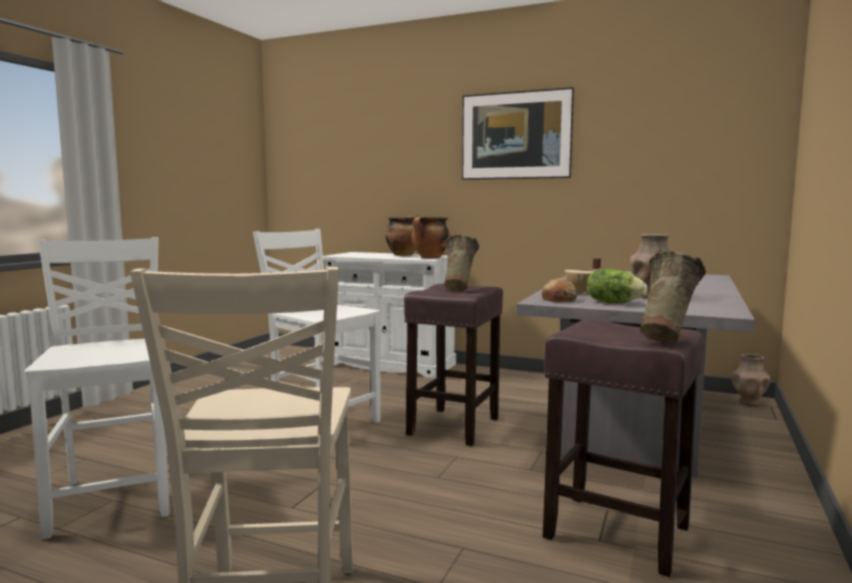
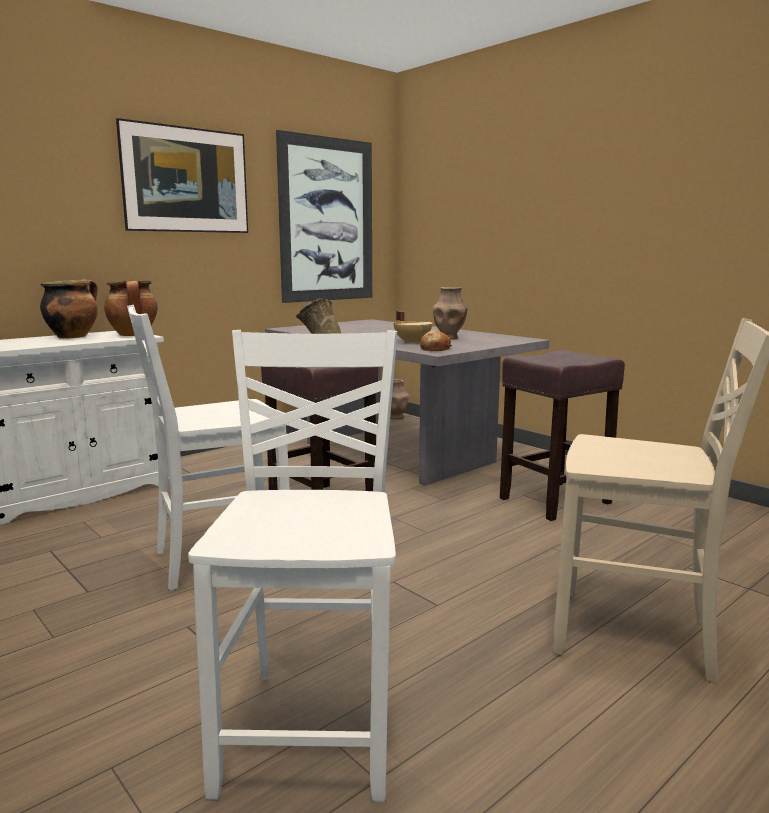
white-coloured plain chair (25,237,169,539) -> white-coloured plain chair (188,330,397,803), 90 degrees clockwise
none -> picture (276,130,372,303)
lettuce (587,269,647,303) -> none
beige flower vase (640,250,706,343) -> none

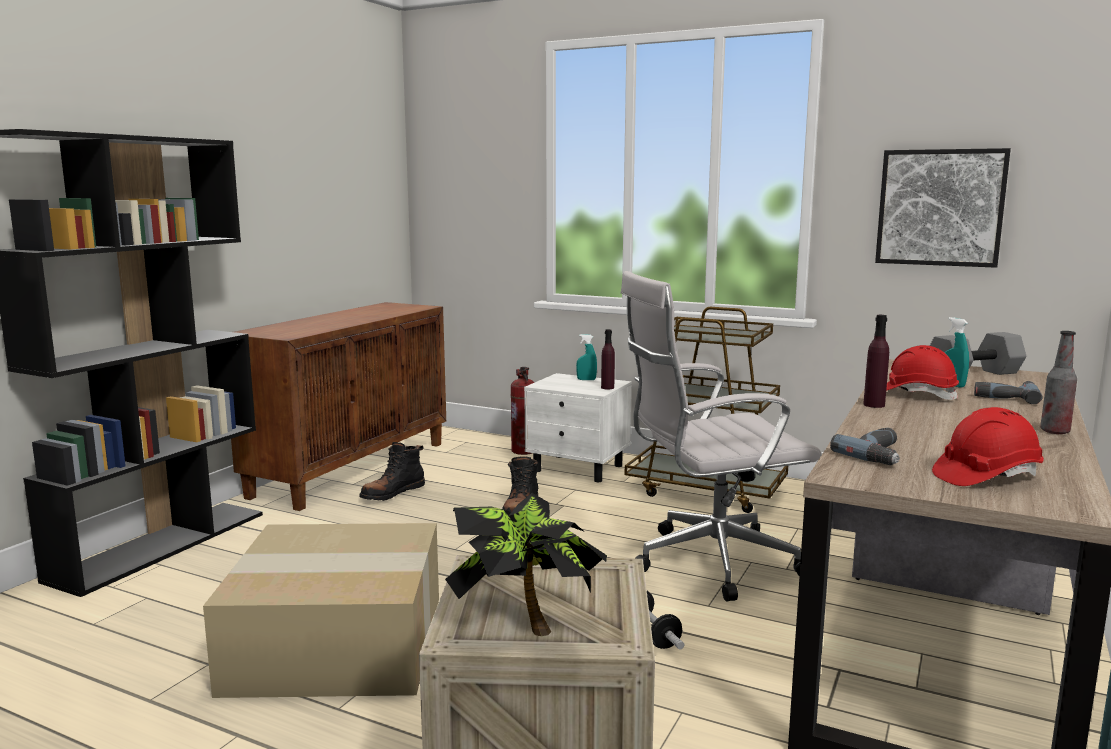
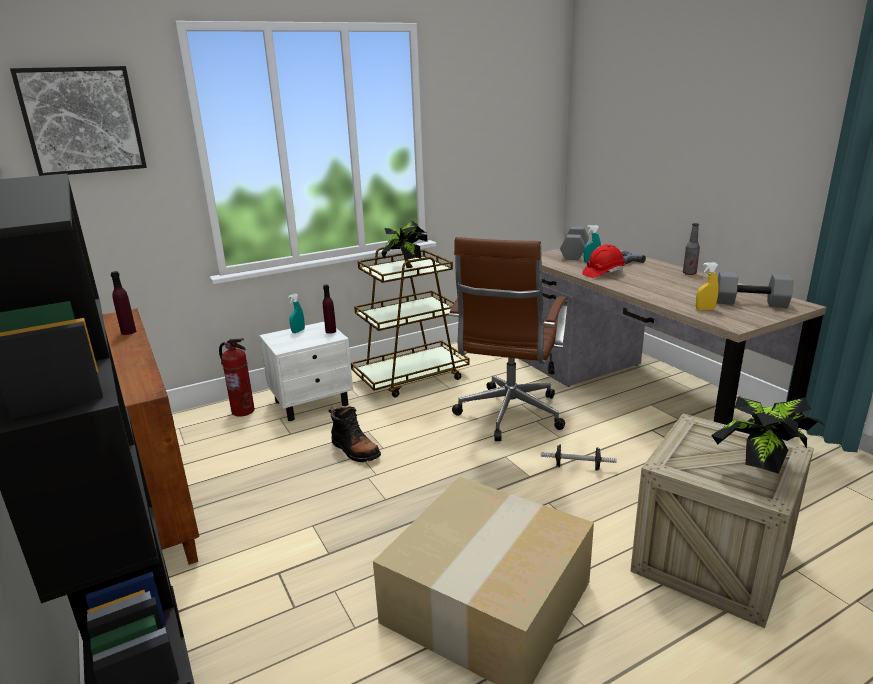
picture (875,148,1011,268) -> picture (10,66,147,176), shifted
purple beverage bottle (863,315,889,408) -> purple beverage bottle (111,271,136,335), shifted
none -> houseplant (382,221,427,268)
white-coloured office chair (621,271,821,602) -> brownish office chair (449,237,568,441)
drill (830,428,900,465) -> yellowish hand sprayer (696,262,719,310)
red safety helmet (932,407,1044,486) -> greyish dumbbell (717,271,793,308)
black boot (359,442,425,501) -> none

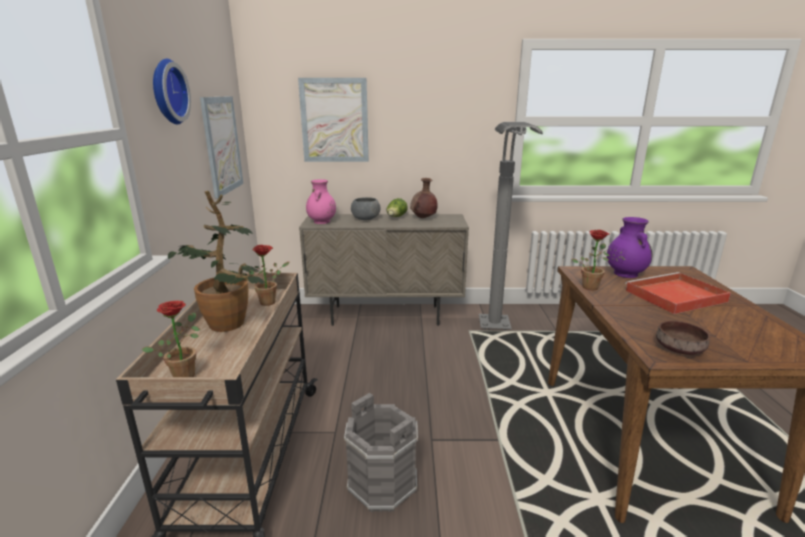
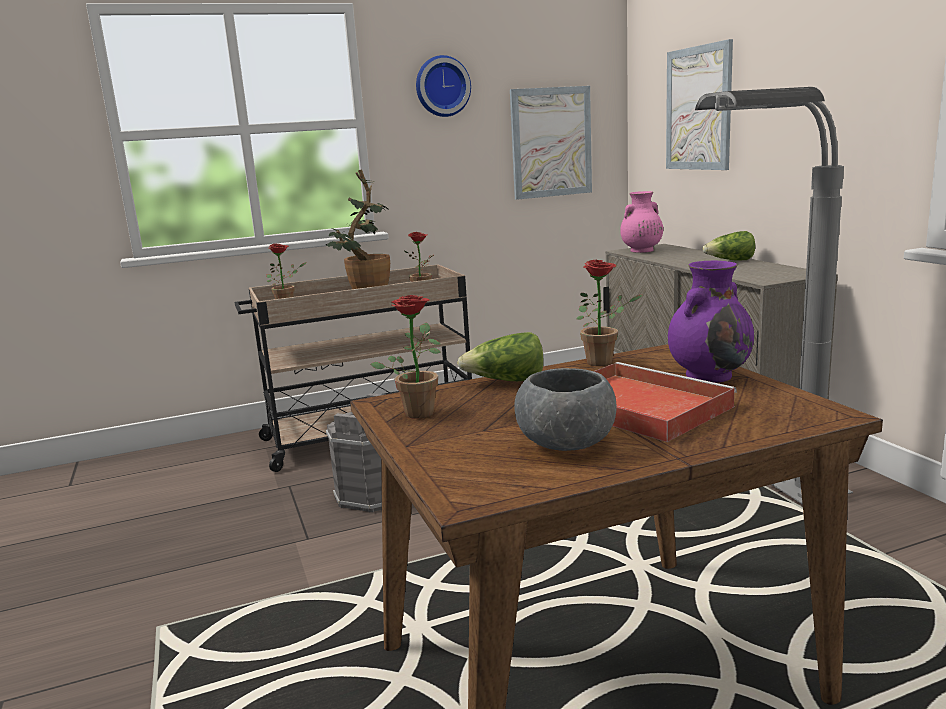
brownish deep dish (656,321,710,355) -> houseplant (370,295,441,419)
none -> lettuce (457,332,544,381)
greyish deep dish (351,197,380,220) -> greyish deep dish (514,368,617,451), shifted
brownish flower vase (410,178,438,218) -> none

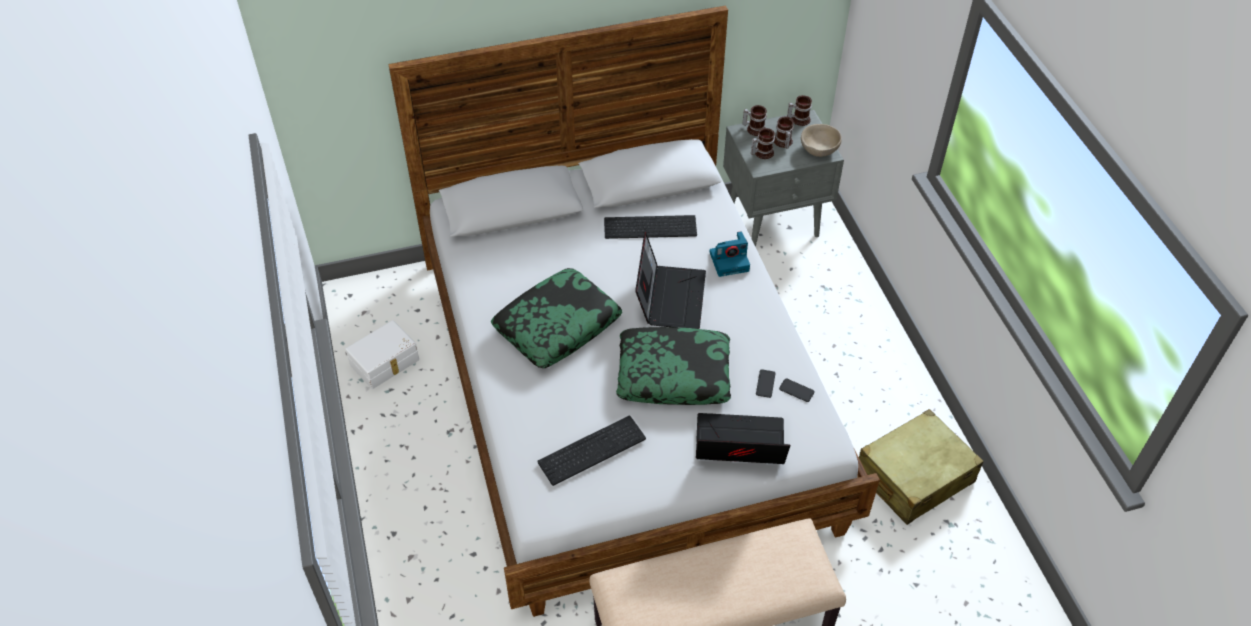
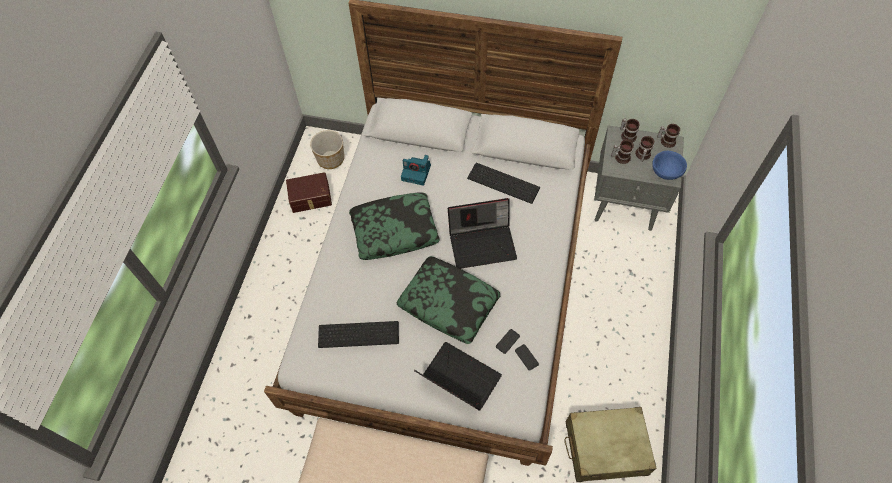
white-coloured storage bin (345,320,419,389) -> brownish storage bin (286,172,332,213)
none -> planter (310,130,344,169)
photo camera (710,231,750,277) -> photo camera (401,155,431,186), shifted
laptop (635,232,706,329) -> laptop (448,198,517,269), 45 degrees clockwise
beige deep dish (801,124,842,157) -> blue deep dish (652,151,687,180)

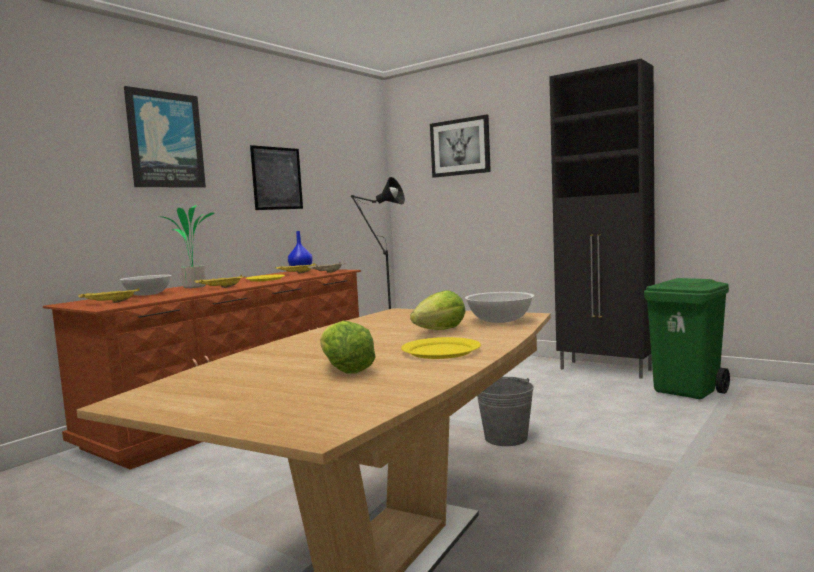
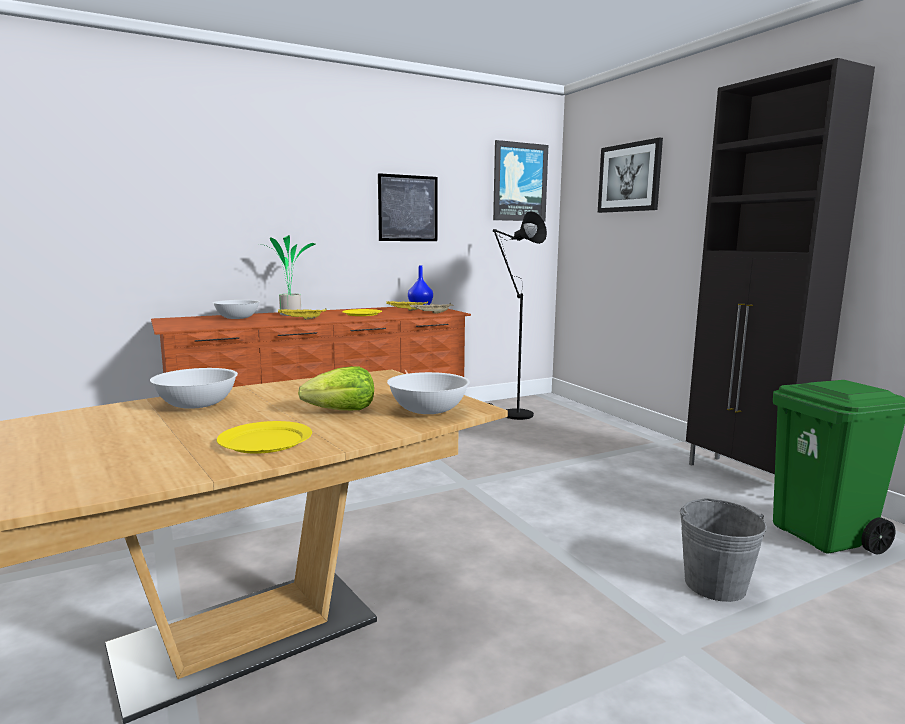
none -> white-coloured deep dish (150,368,238,409)
picture (124,86,206,188) -> picture (493,140,548,221), shifted
greyish pail (477,377,534,446) -> greyish pail (680,498,767,602), shifted
yellowish tray (78,288,140,303) -> none
lettuce (320,321,376,374) -> none

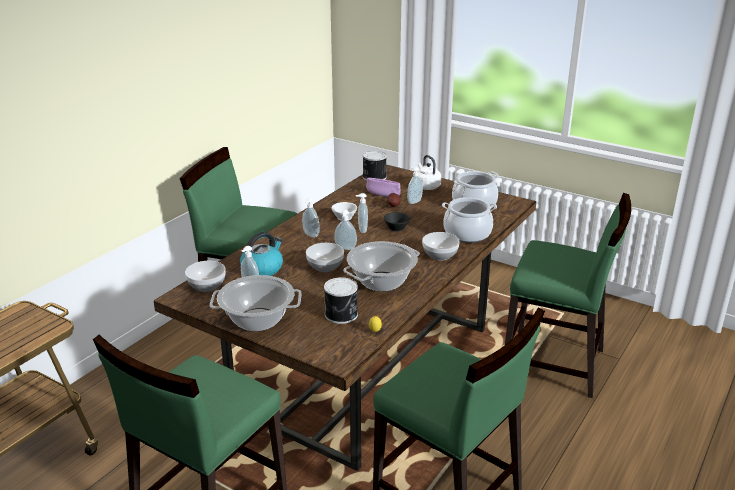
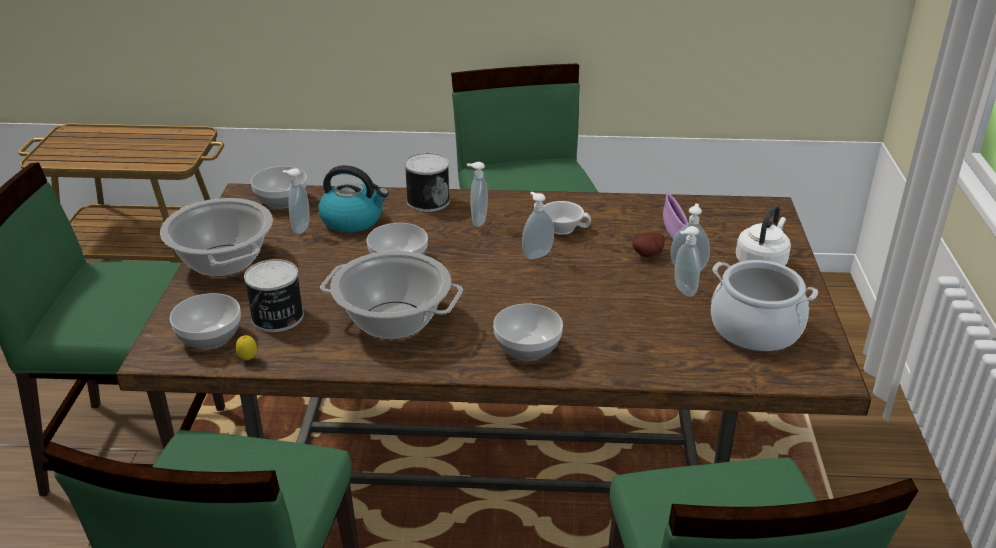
none -> deep dish (170,293,241,349)
sealed can (363,151,387,181) -> sealed can (405,153,450,212), shifted
soap bottle (334,210,357,250) -> soap bottle (675,226,700,297), shifted
black drinking cup (384,212,410,232) -> none
stockpot (442,197,497,243) -> none

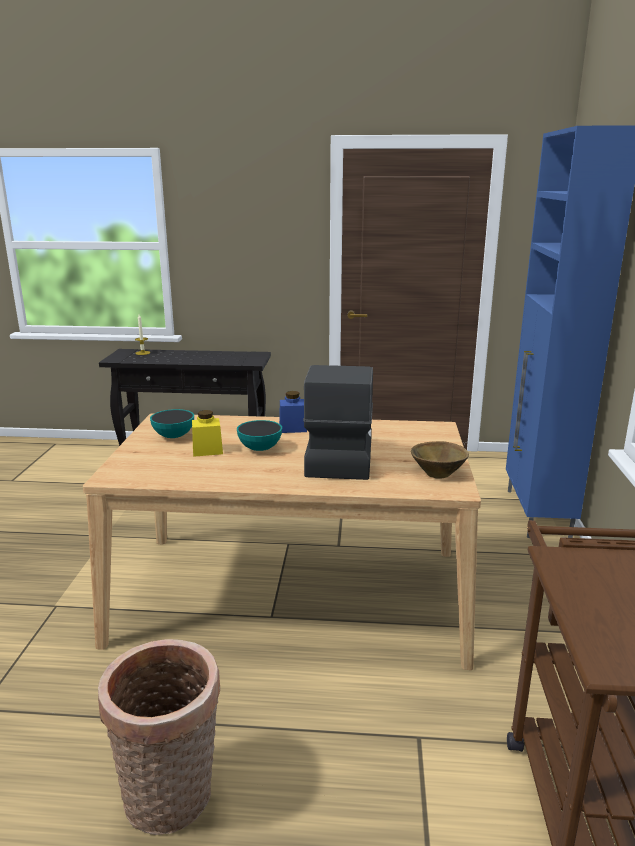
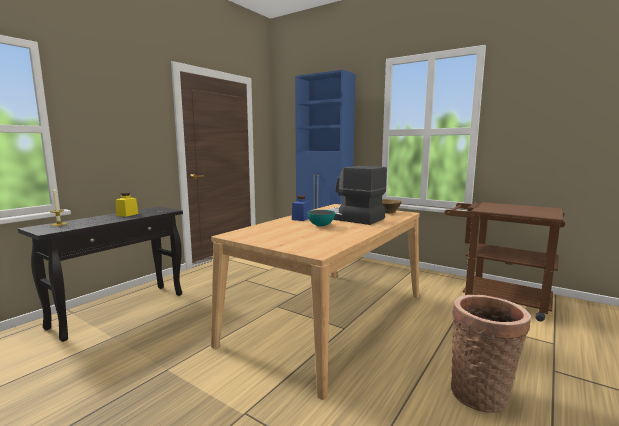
yellowish preserve jar (192,410,223,457) -> yellowish preserve jar (116,192,138,217), shifted
deep dish (150,409,194,438) -> none

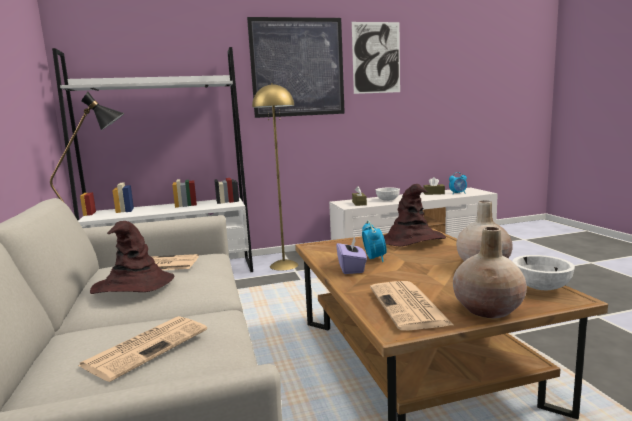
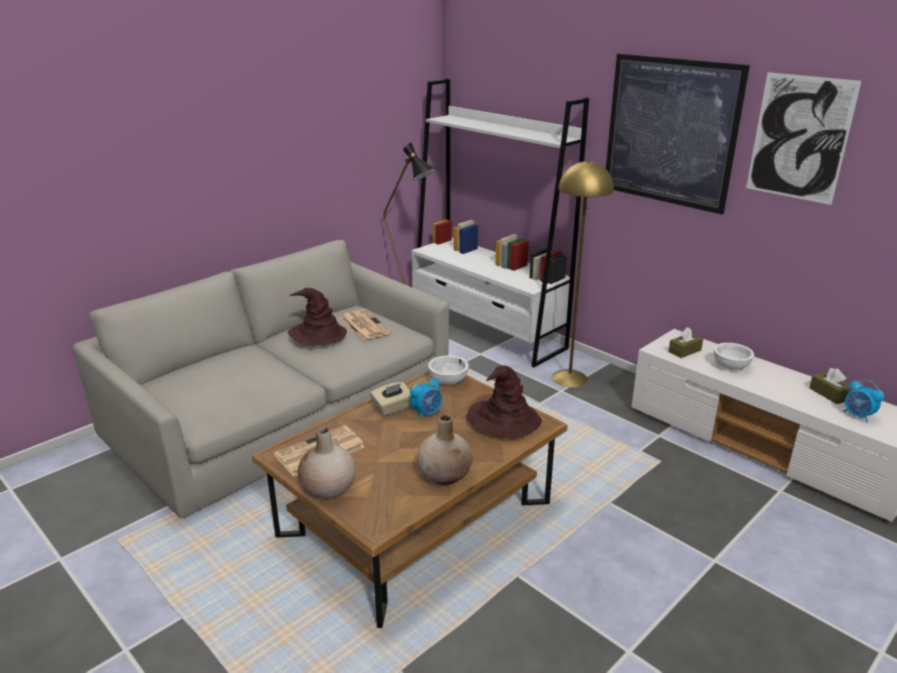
purple tissue holder (336,238,367,274) -> beige tissue holder (370,382,411,416)
white-coloured deep dish (512,255,575,290) -> white-coloured deep dish (428,355,469,385), shifted
printed paper (78,316,207,382) -> none

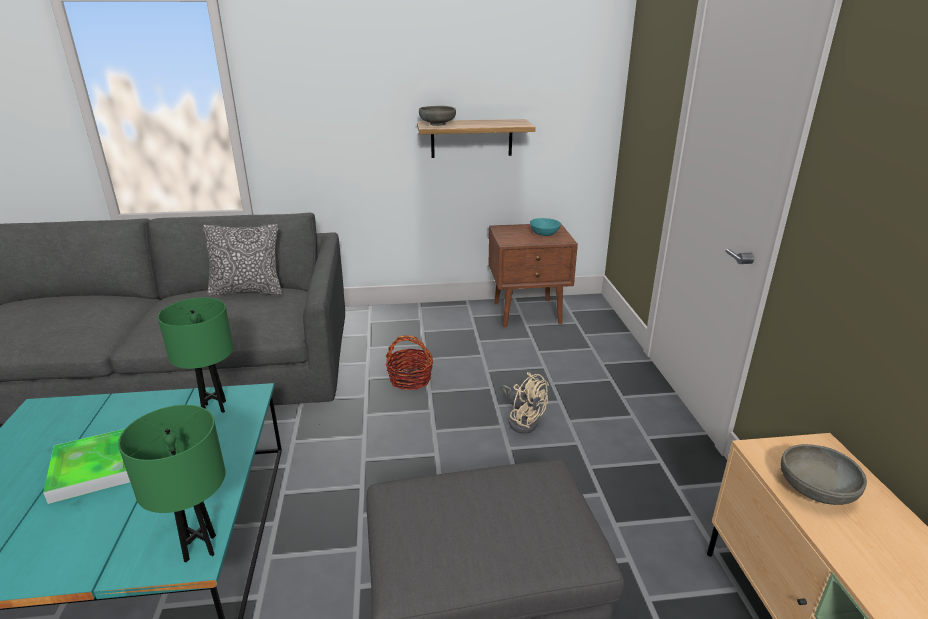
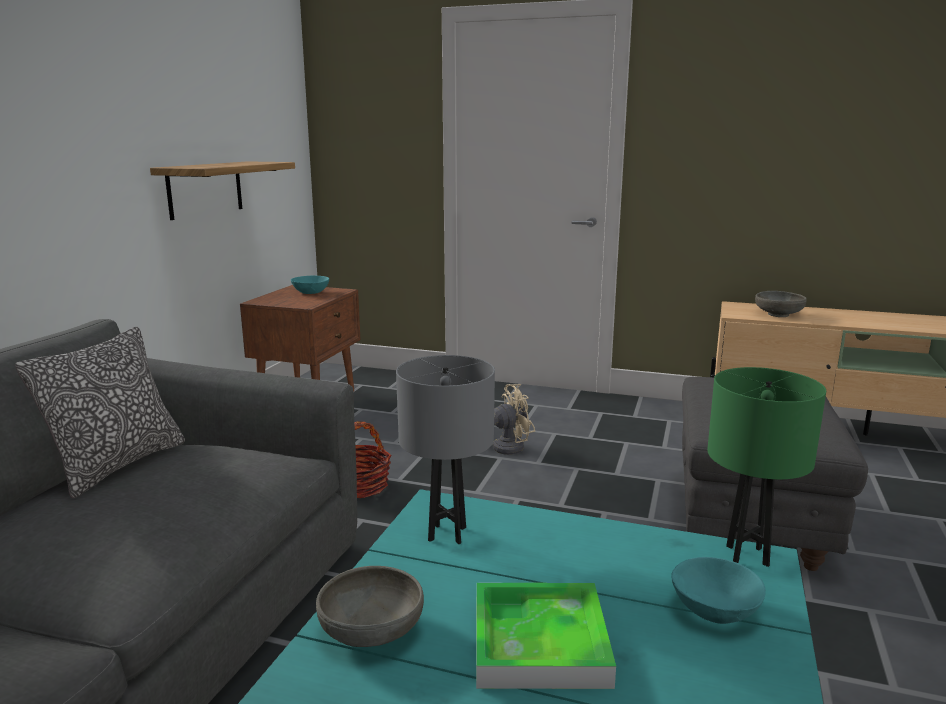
greyish deep dish (419,106,456,126) -> greyish deep dish (316,566,424,647), shifted
greenish lamp for a table (158,297,233,413) -> greyish lamp for a table (396,355,495,544)
none -> blue-green deep dish (671,557,766,624)

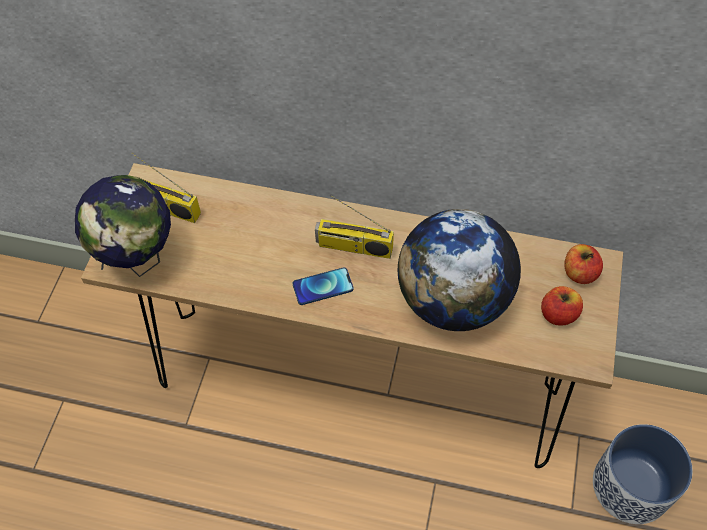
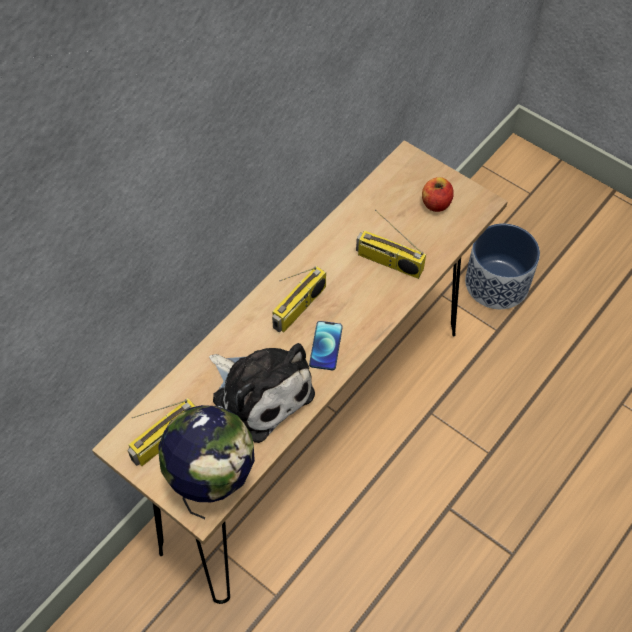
none -> plush toy (209,343,315,443)
globe (398,209,521,331) -> radio receiver (356,210,426,279)
apple fruit (564,244,603,284) -> none

